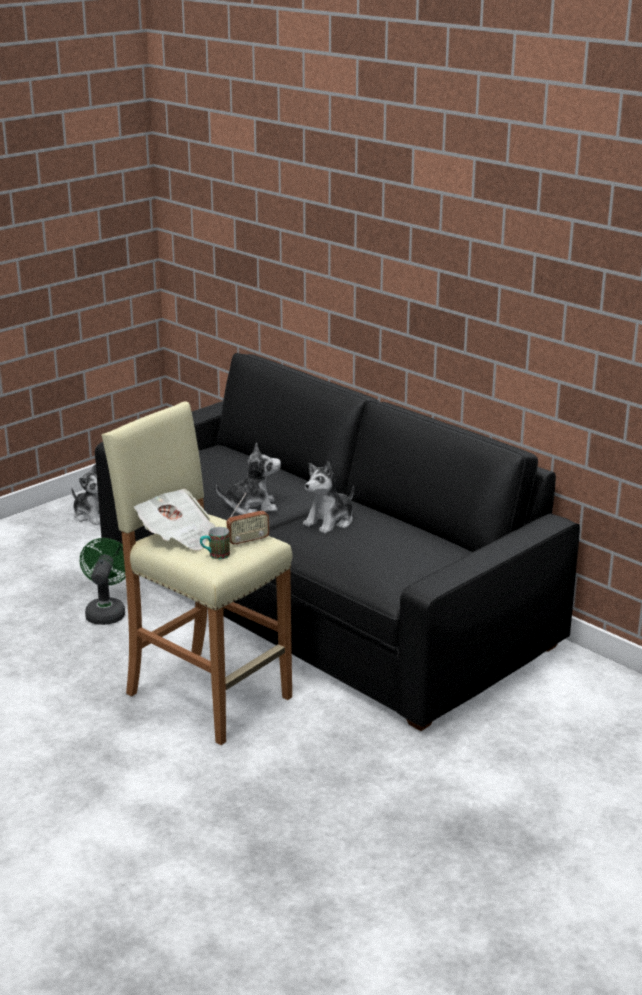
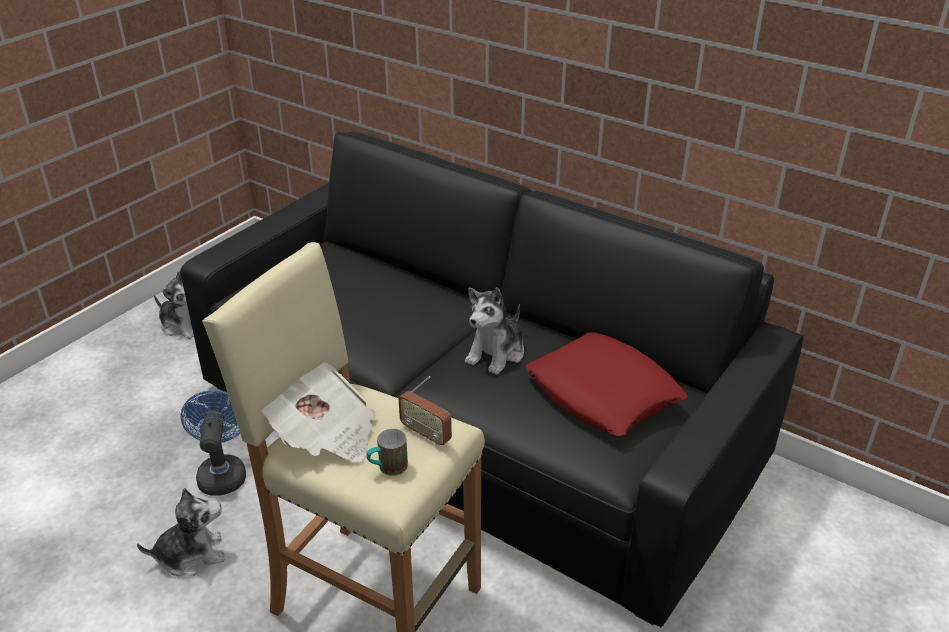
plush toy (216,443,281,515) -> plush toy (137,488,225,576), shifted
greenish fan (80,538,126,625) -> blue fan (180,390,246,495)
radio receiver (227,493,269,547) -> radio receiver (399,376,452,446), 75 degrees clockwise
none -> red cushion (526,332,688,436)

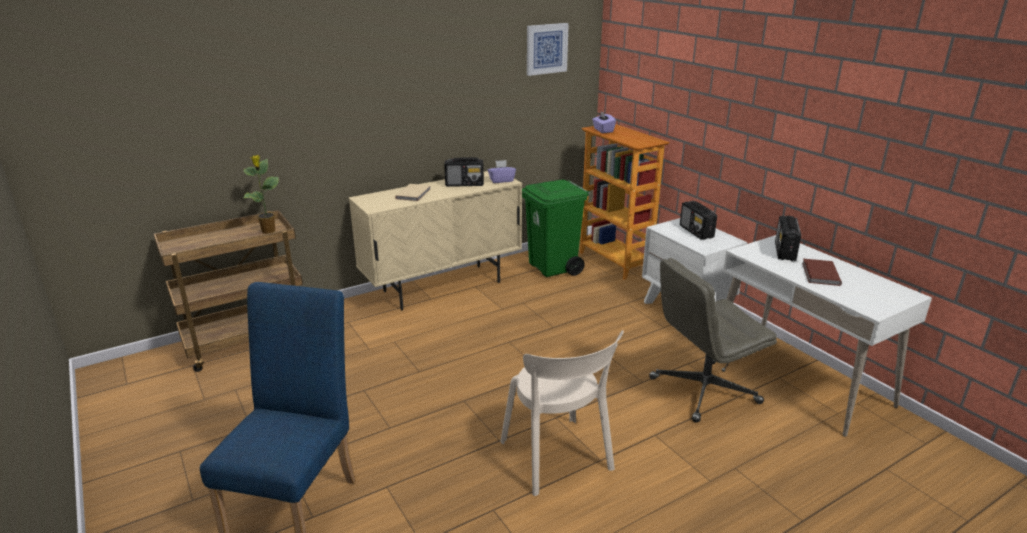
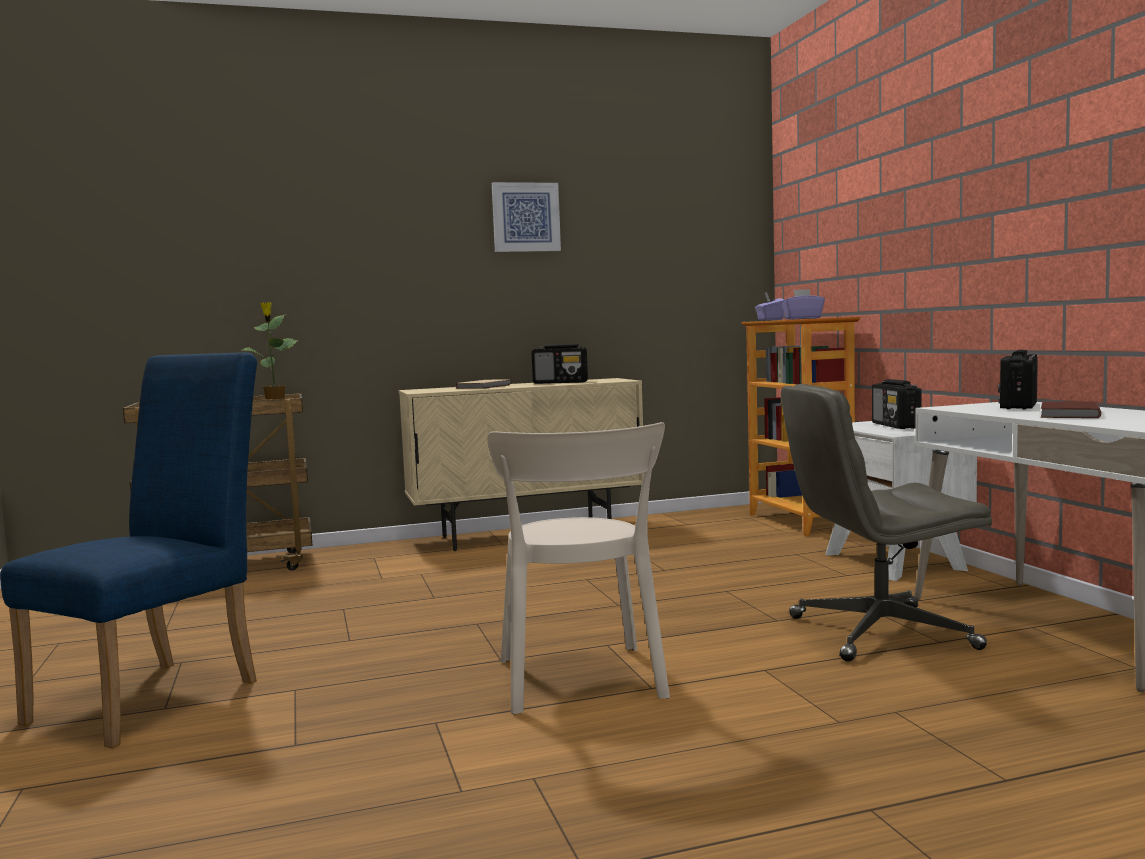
picture (527,23,569,76) -> picture (492,182,561,252), shifted
purple tissue holder (488,160,516,183) -> purple tissue holder (782,289,825,320), shifted
greenish waste bin (522,180,590,277) -> none

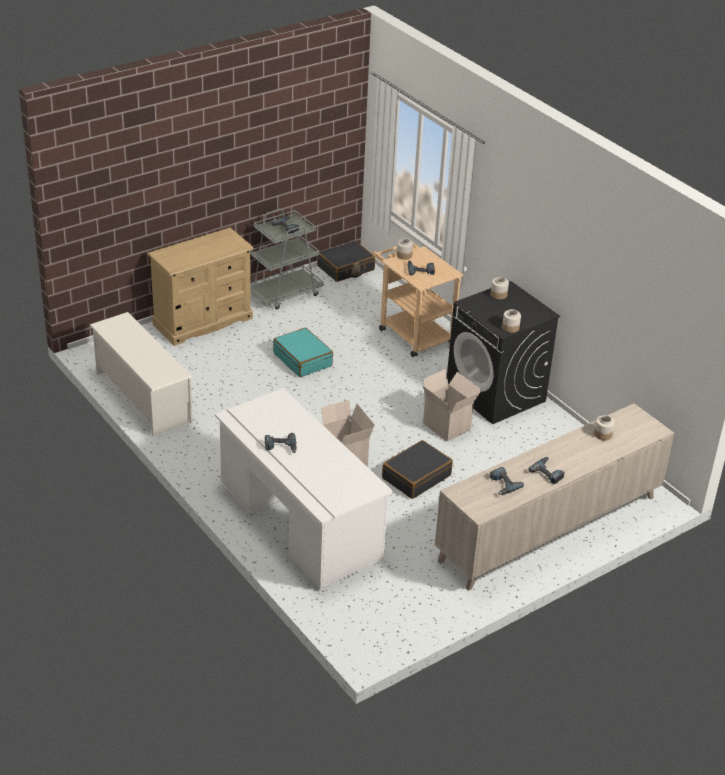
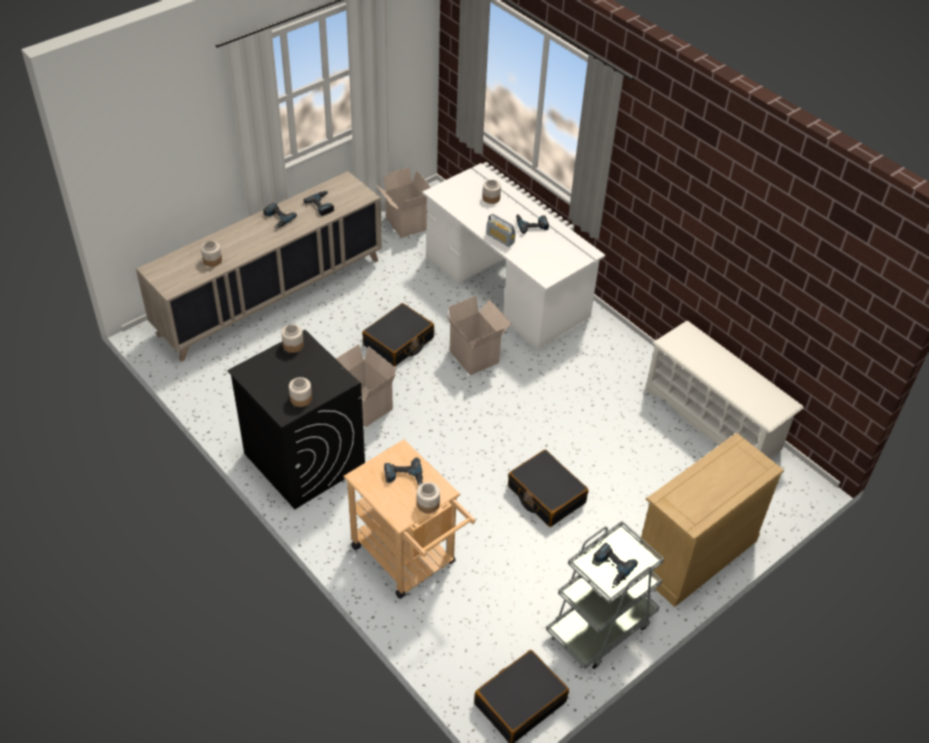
none -> packing box (376,167,431,238)
none -> preserve jar (483,180,501,204)
none -> radio receiver (486,214,516,247)
blue-green piece of luggage (273,328,333,377) -> black piece of luggage (508,450,589,527)

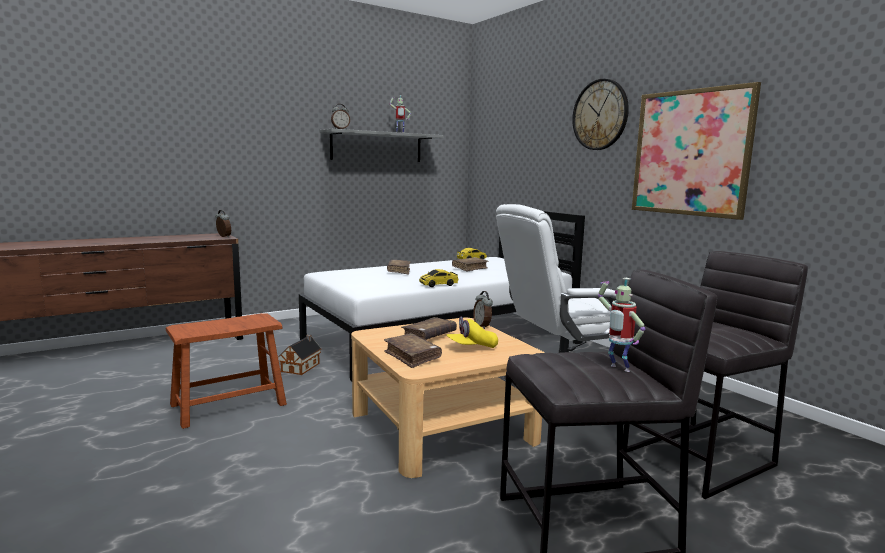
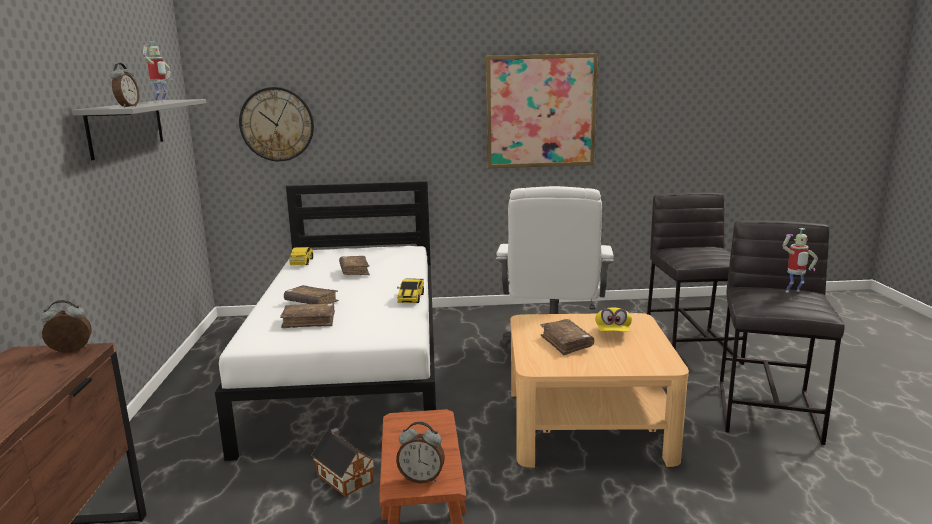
wall clock (572,79,629,150) -> wall clock (239,87,314,161), shifted
brownish volume (384,333,442,368) -> brownish volume (280,303,335,328), shifted
table clock (473,291,493,329) -> table clock (396,422,445,484), shifted

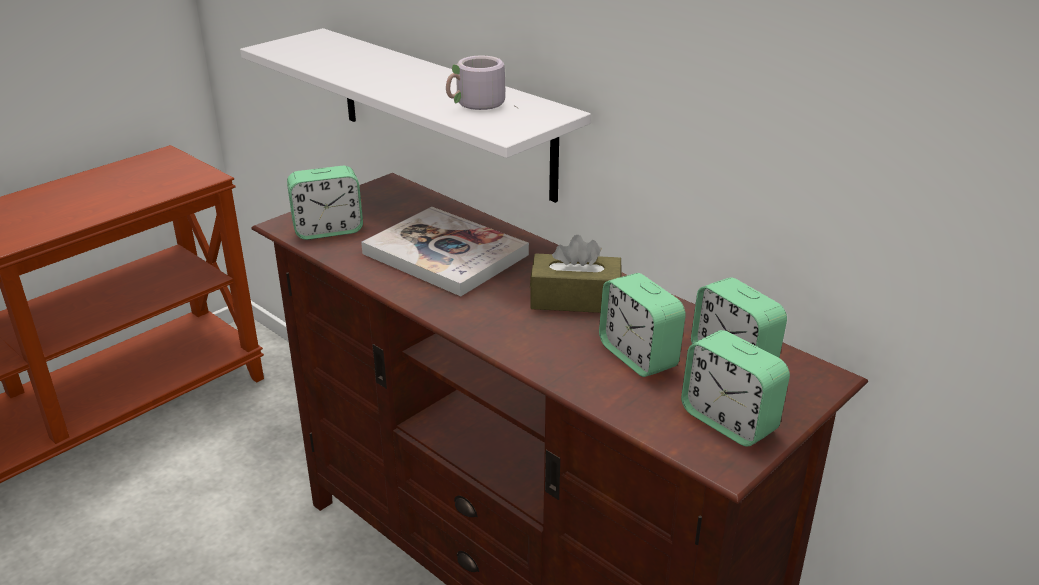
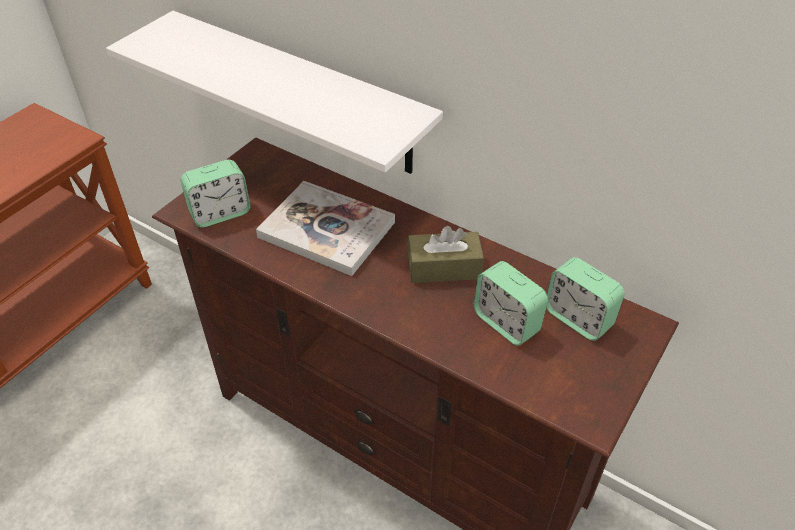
greyish tea mug (446,55,519,110) -> none
table clock (681,330,790,446) -> none

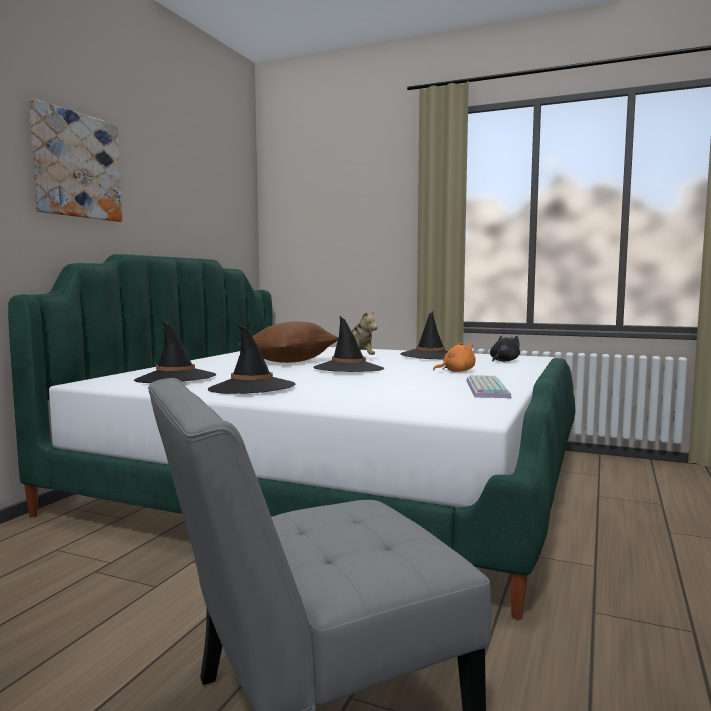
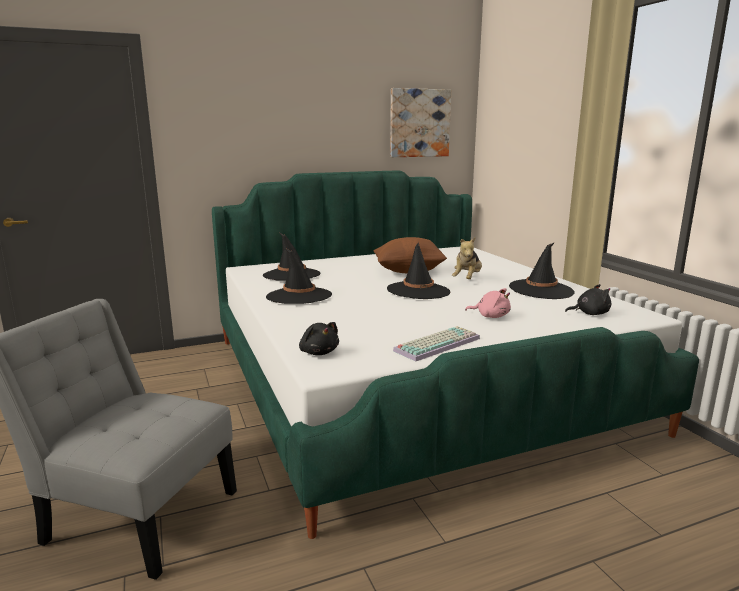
none -> black plush toy (299,322,339,355)
picture (29,99,122,222) -> picture (390,88,451,157), shifted
orange plush toy (433,342,476,372) -> pinkish plush toy (465,288,511,318)

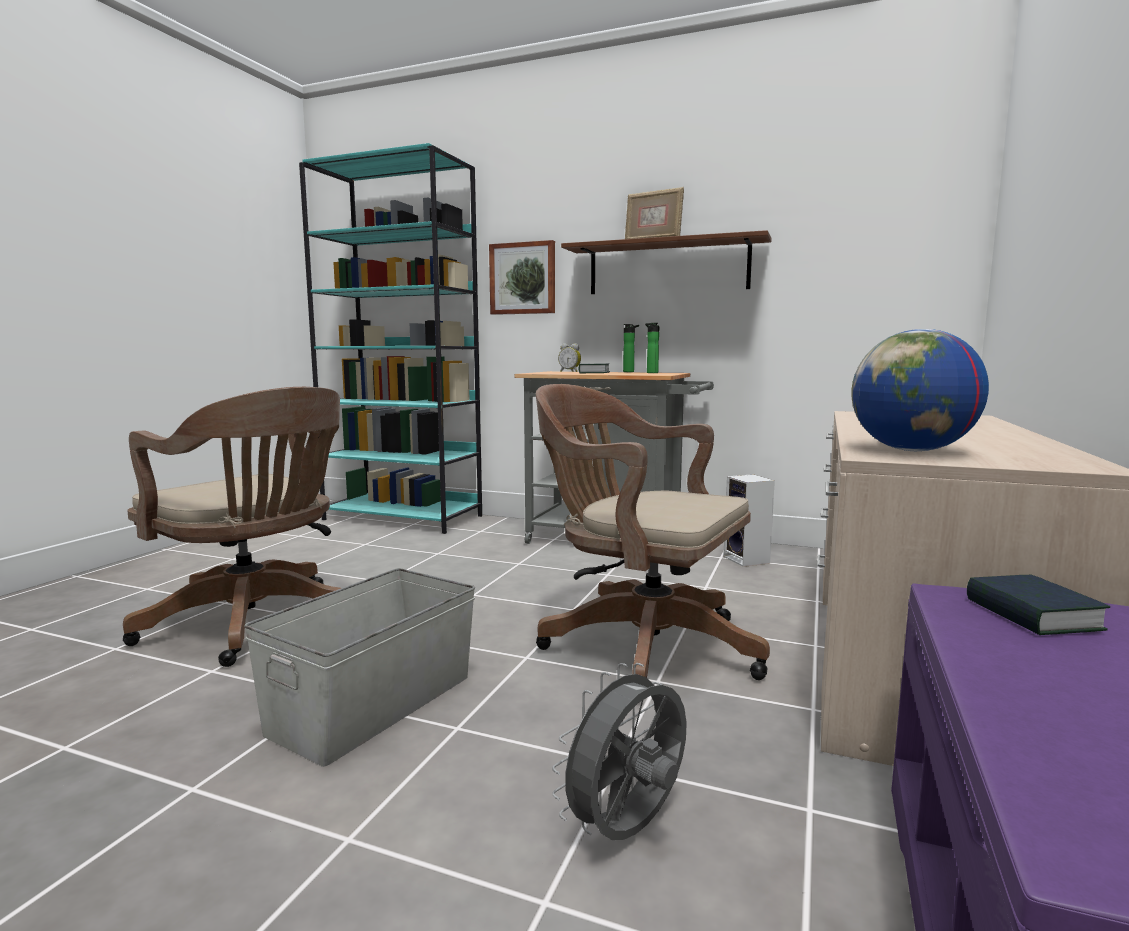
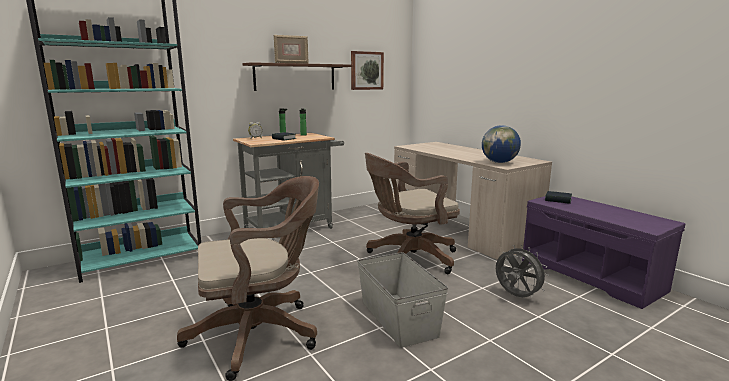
picture (489,240,555,315) -> picture (351,51,384,90), shifted
greyish fan (552,663,687,840) -> greyish fan (496,245,549,297), 150 degrees clockwise
loudspeaker (723,474,775,567) -> none

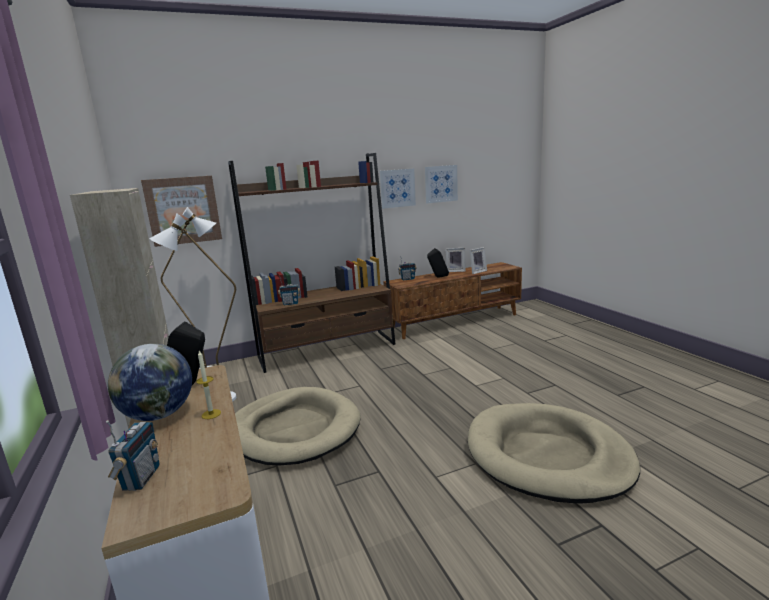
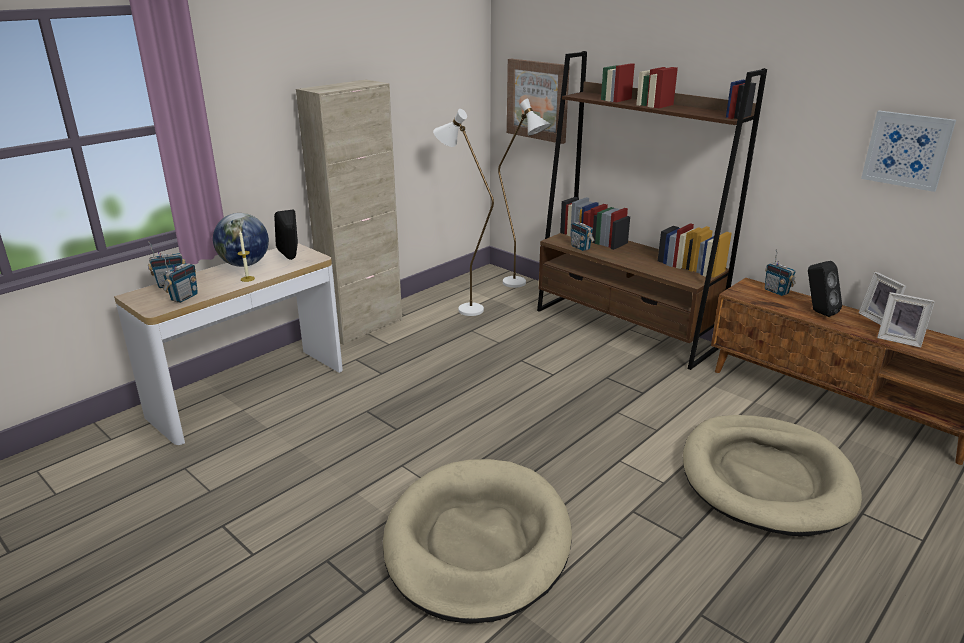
none -> radio receiver (162,256,198,303)
beige pet bed (235,387,361,466) -> beige pet bed (683,415,862,536), shifted
picture (380,169,416,209) -> none

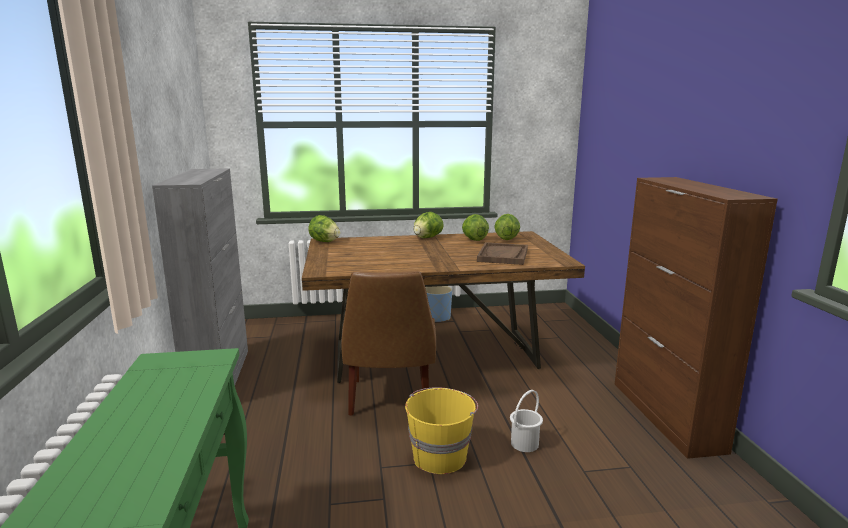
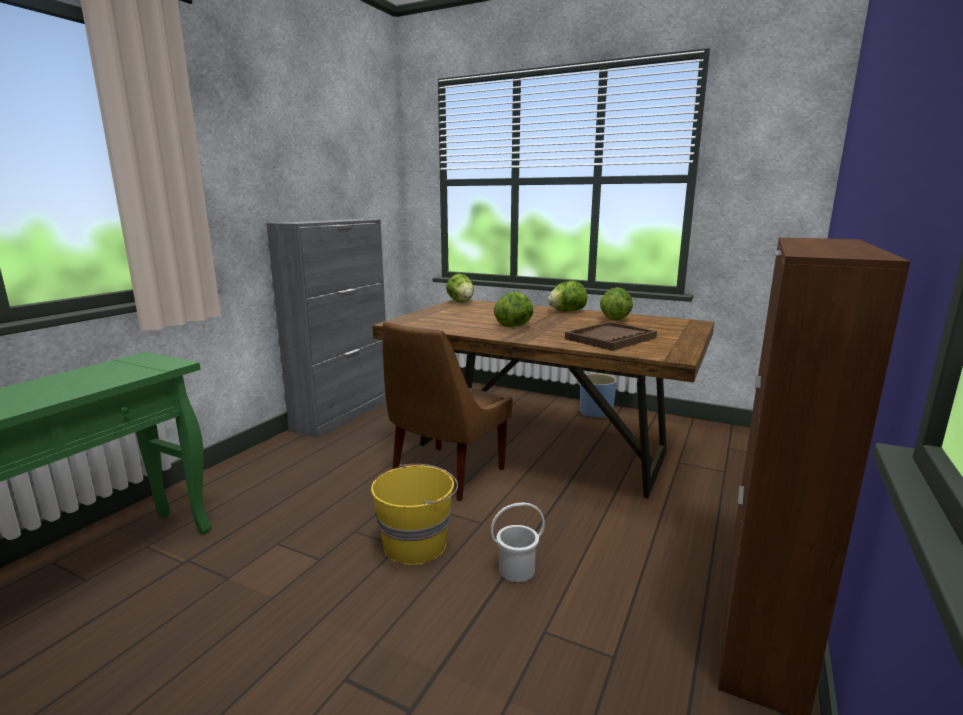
lettuce (494,214,520,240) -> lettuce (494,292,534,327), shifted

